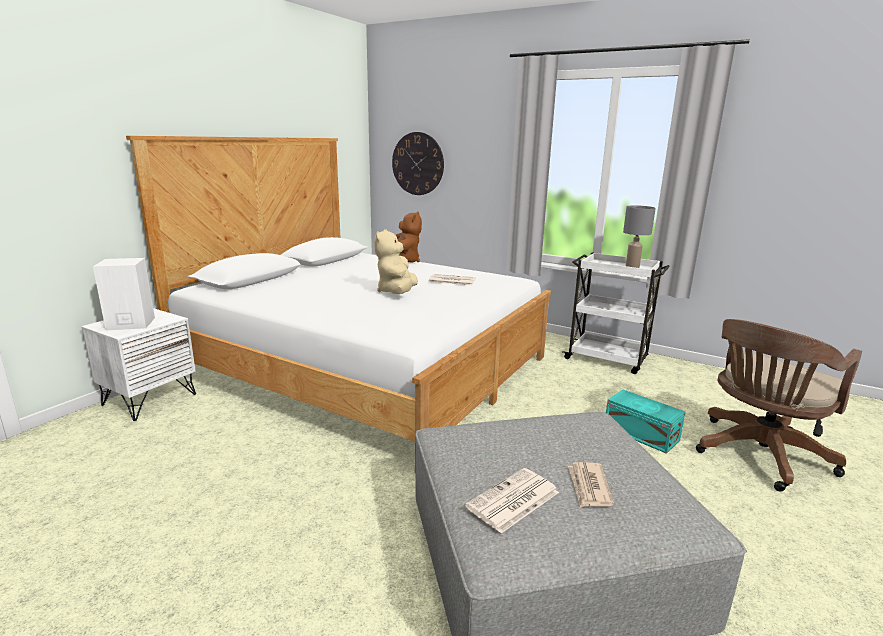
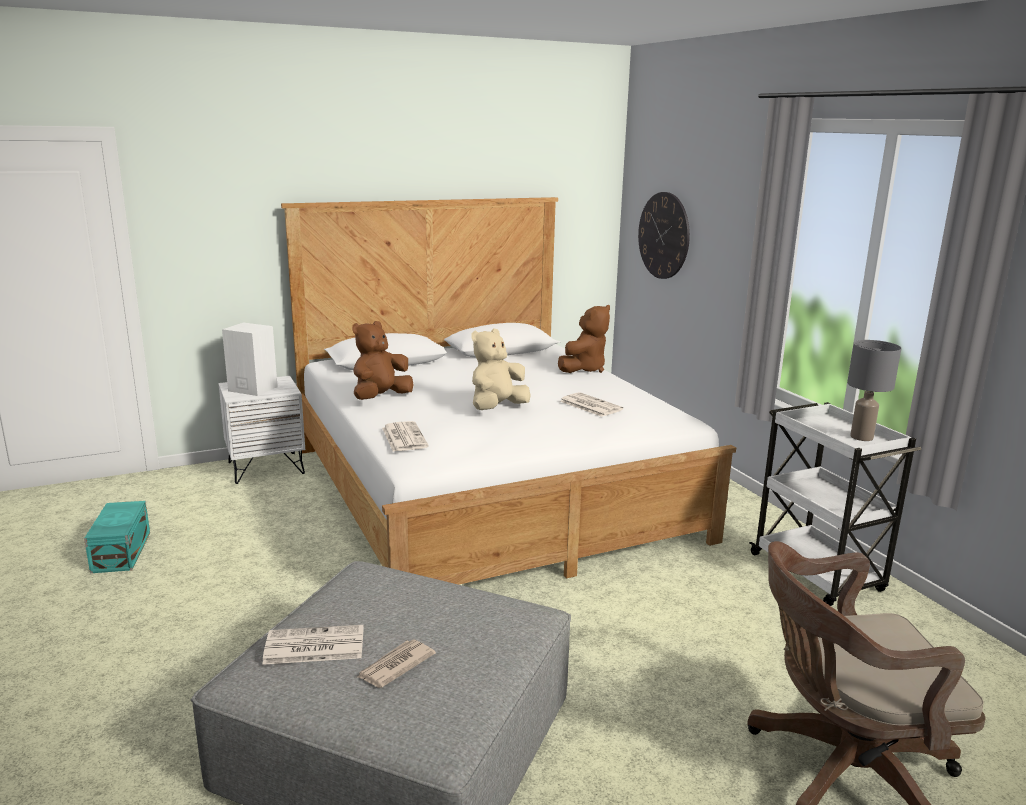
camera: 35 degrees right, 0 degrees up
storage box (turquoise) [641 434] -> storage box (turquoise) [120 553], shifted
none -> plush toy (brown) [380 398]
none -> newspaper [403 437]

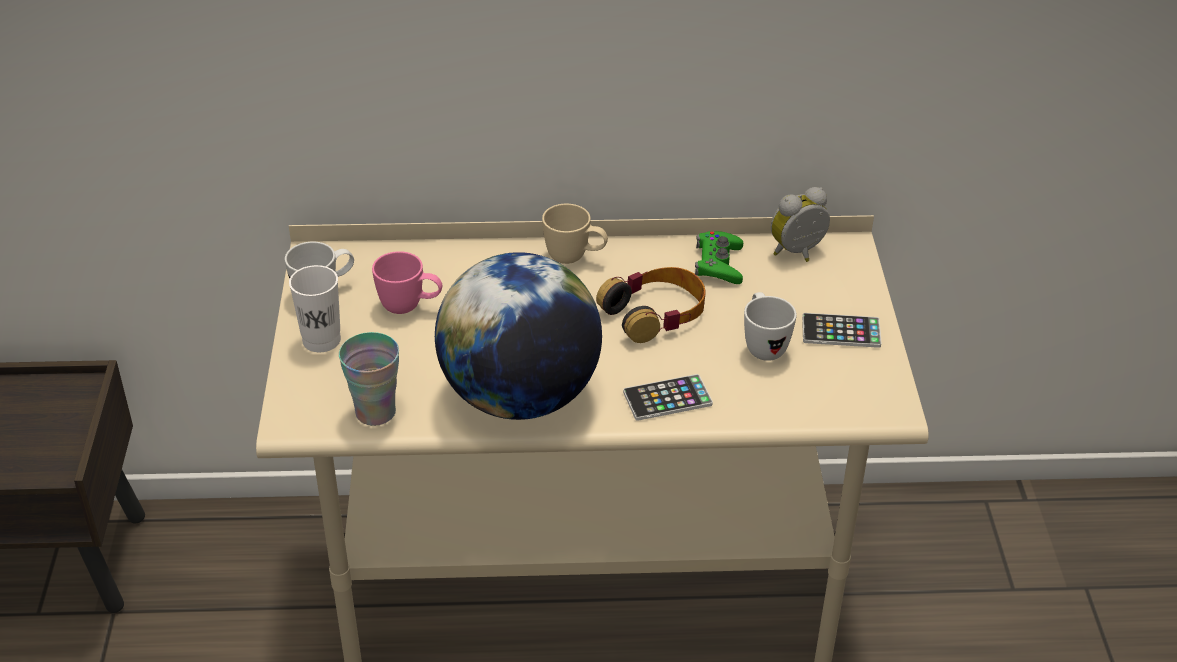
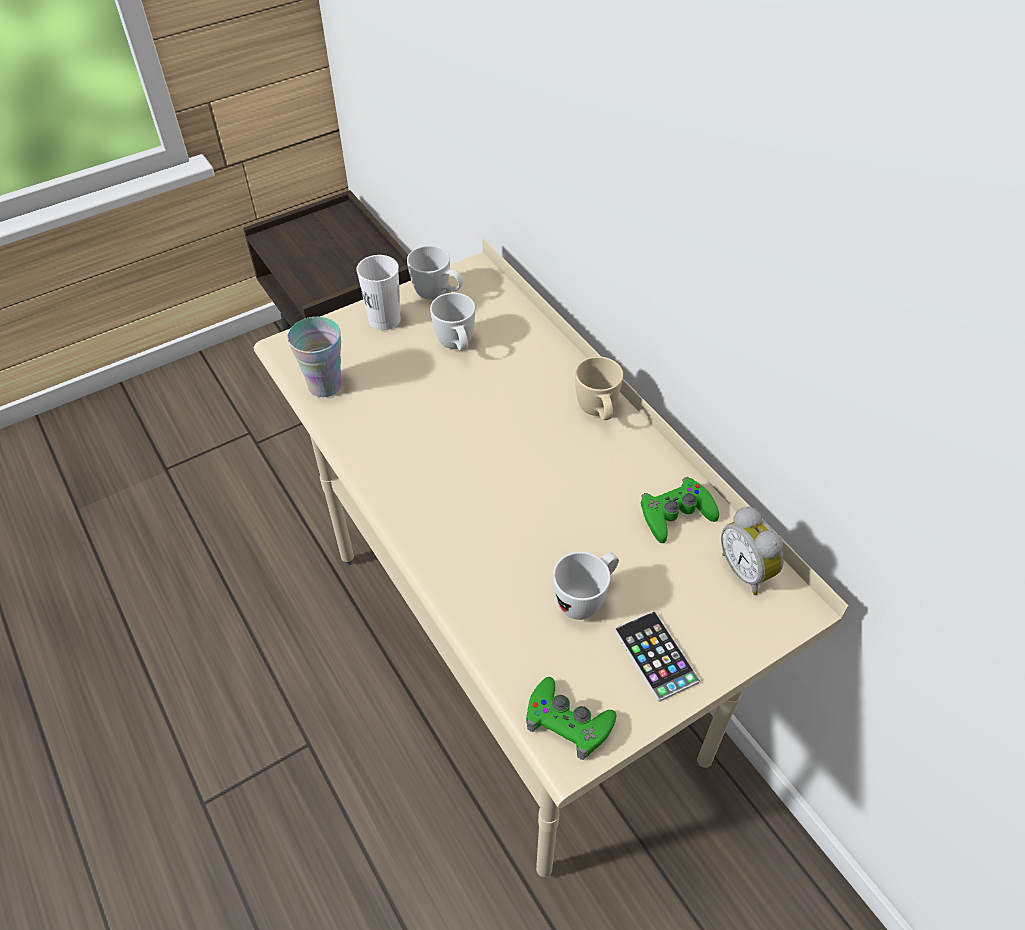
camera: 60 degrees right, 10 degrees up
mug (pink) [410 307] -> mug (white) [457 346]
none -> game controller (green) [568 721]
alarm clock [799 253] -> alarm clock [747 570], 150 degrees counterclockwise
globe [520 397] -> none
headphones [655 313] -> none
phone [667 398] -> none

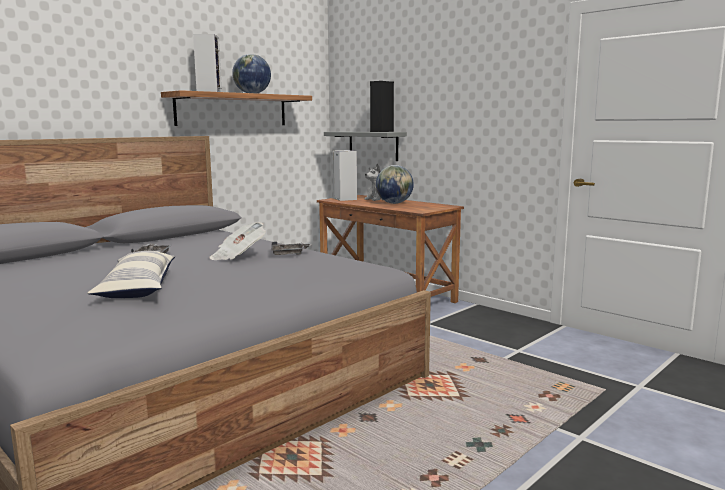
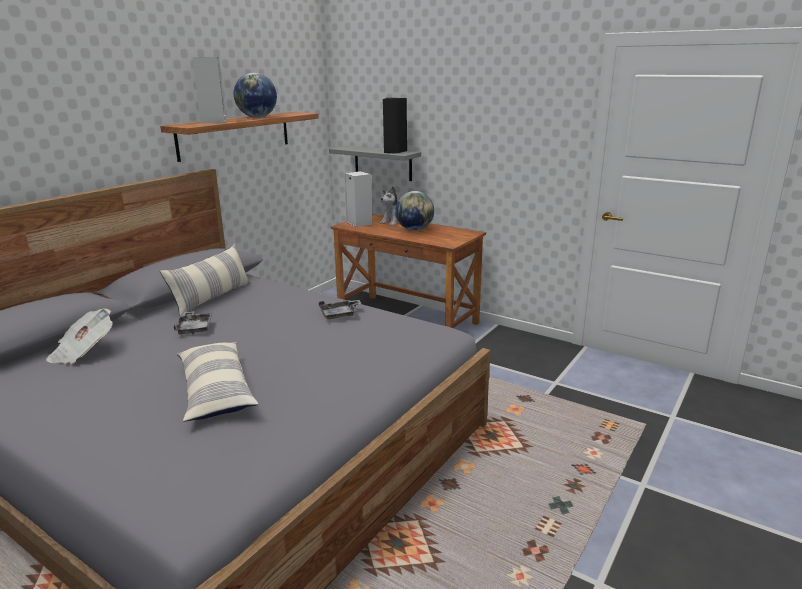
camera: 10 degrees left, 10 degrees up
newspaper [238 256] -> newspaper [83 352], shifted
none -> pillow [212 298]

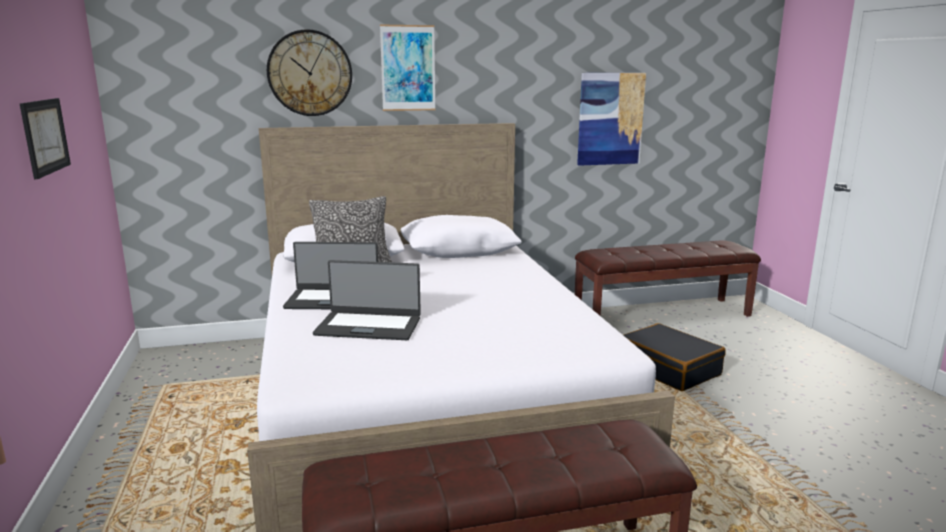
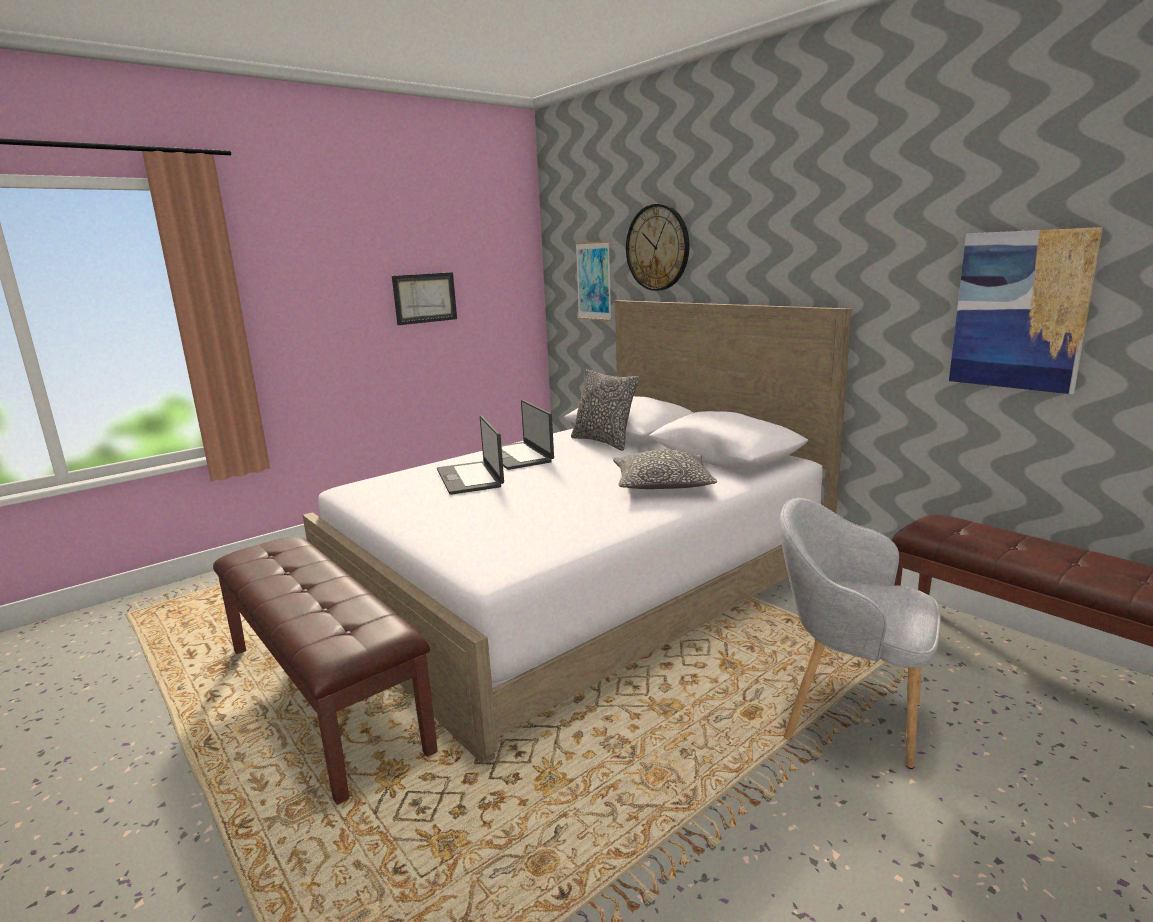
camera: 65 degrees right, 0 degrees up
picture [408 68] -> picture [594 281], shifted
none -> pillow [662 485]
suitcase (black) [668 369] -> armchair (grey) [846 716]

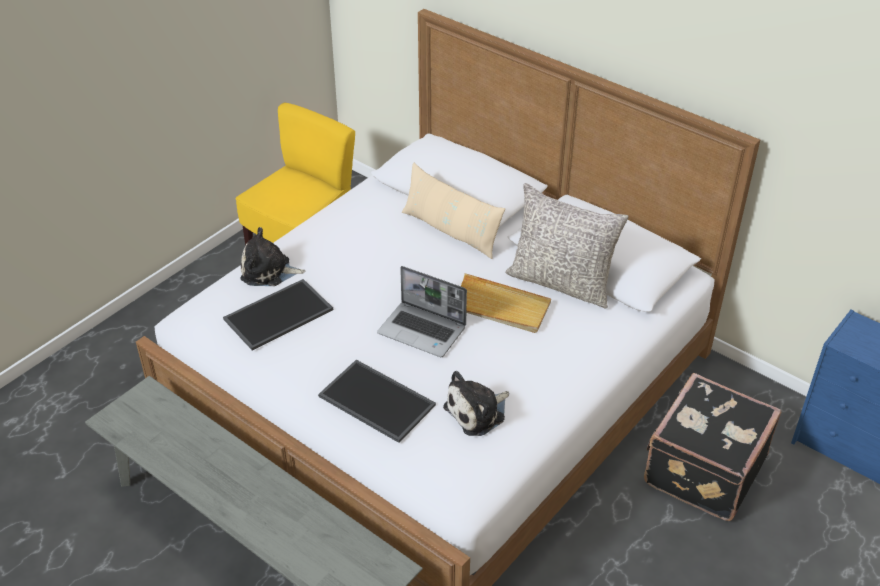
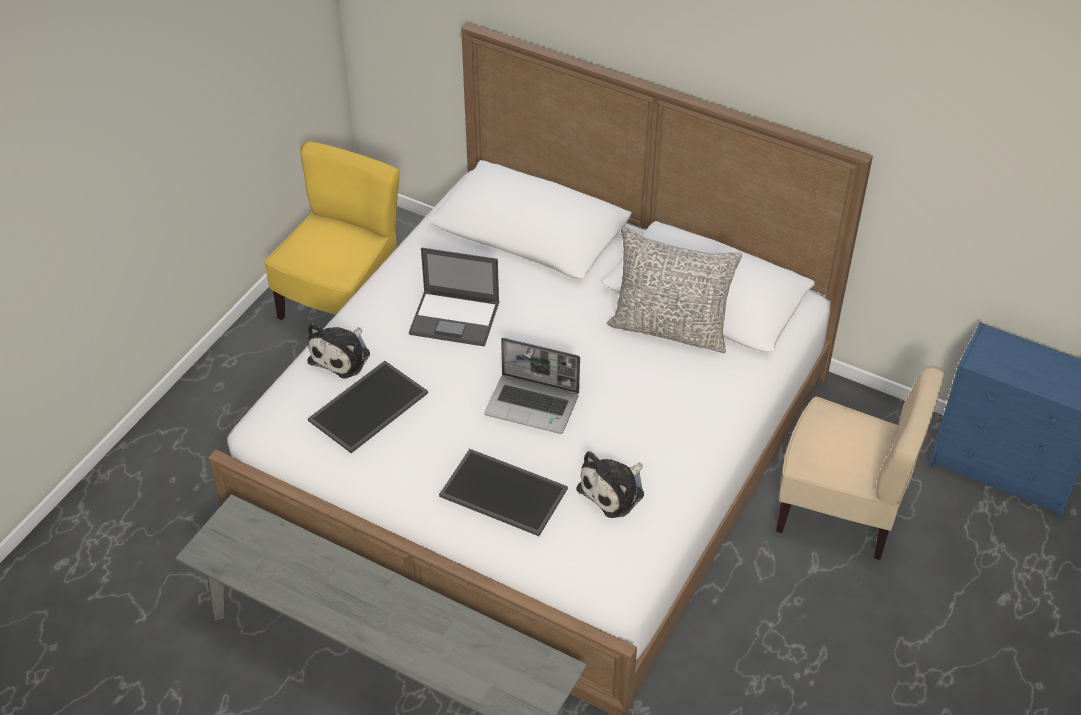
camera: 10 degrees left, 5 degrees up
plush toy [269 271] -> plush toy [342 356], 60 degrees counterclockwise
none -> laptop [455 318]
suitcase (black) [702 469] -> chair (beige) [841 510]
pillow (beige) [450 231] -> none
tray (beige) [499 307] -> none

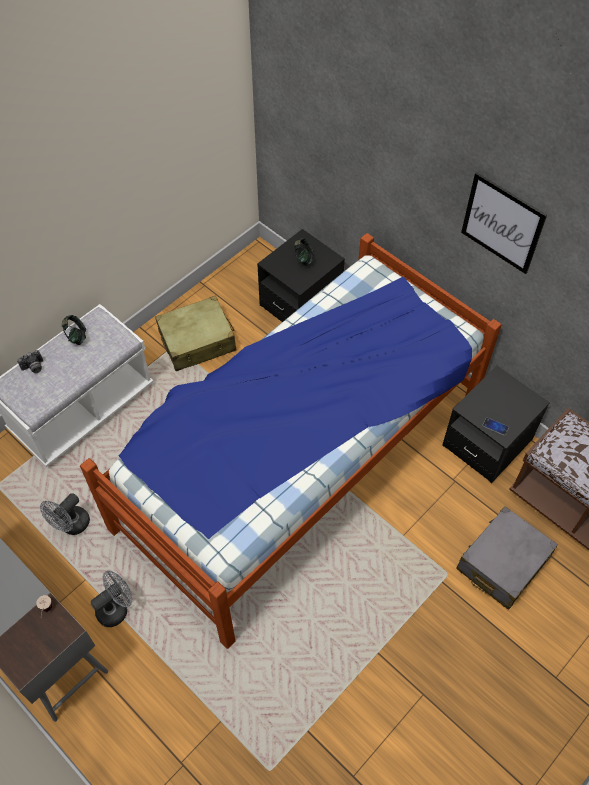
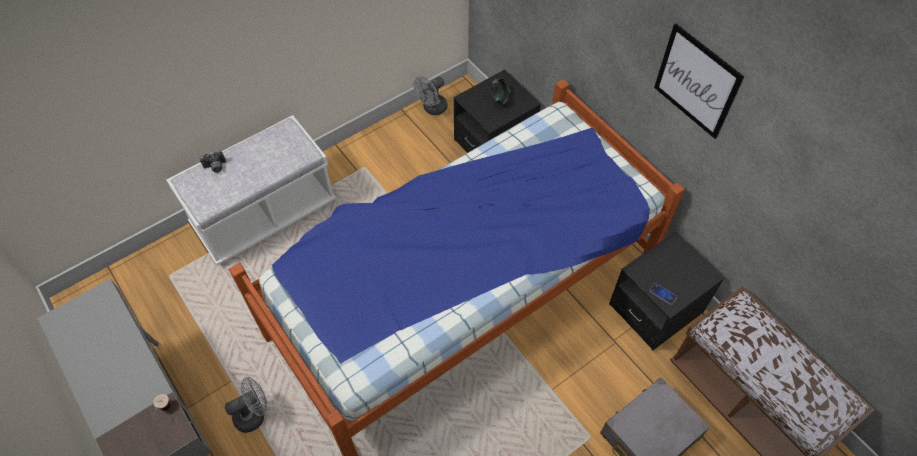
camera: 10 degrees right, 0 degrees up
fan (grey) [71 526] -> fan (grey) [432 109], shifted
headphones [76 336] -> none
suitcase (beige) [197 341] -> none

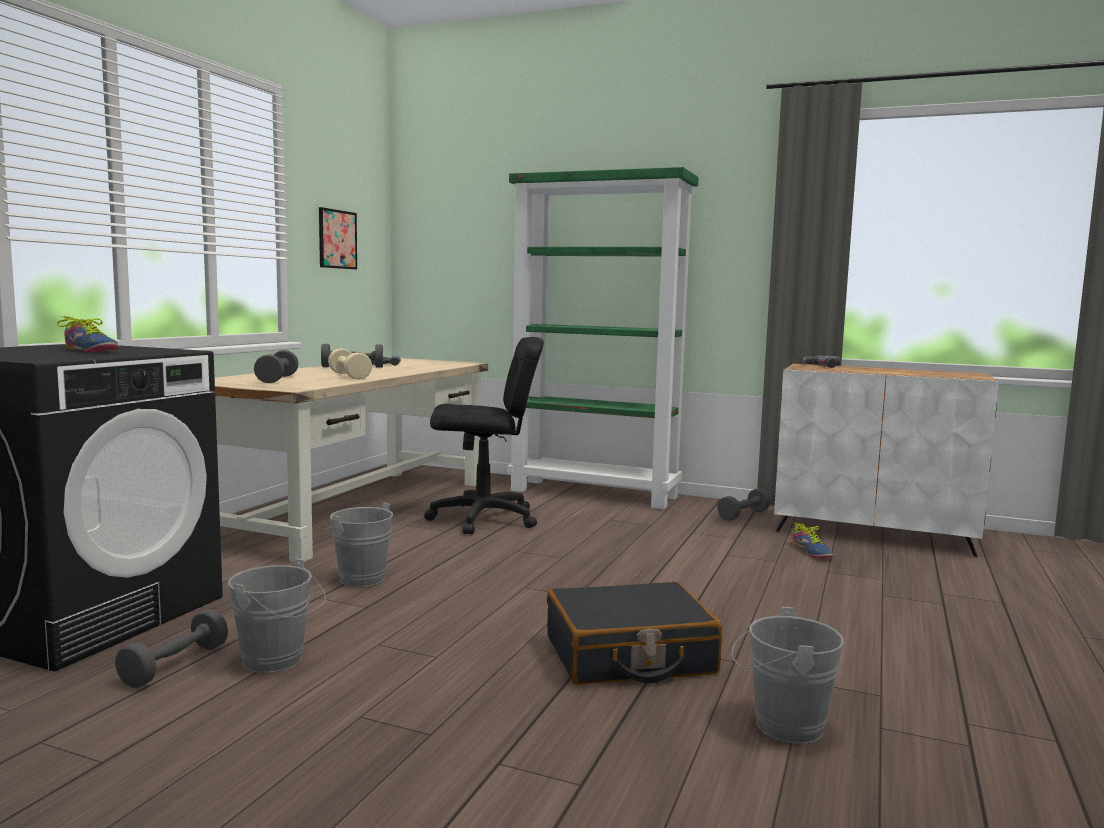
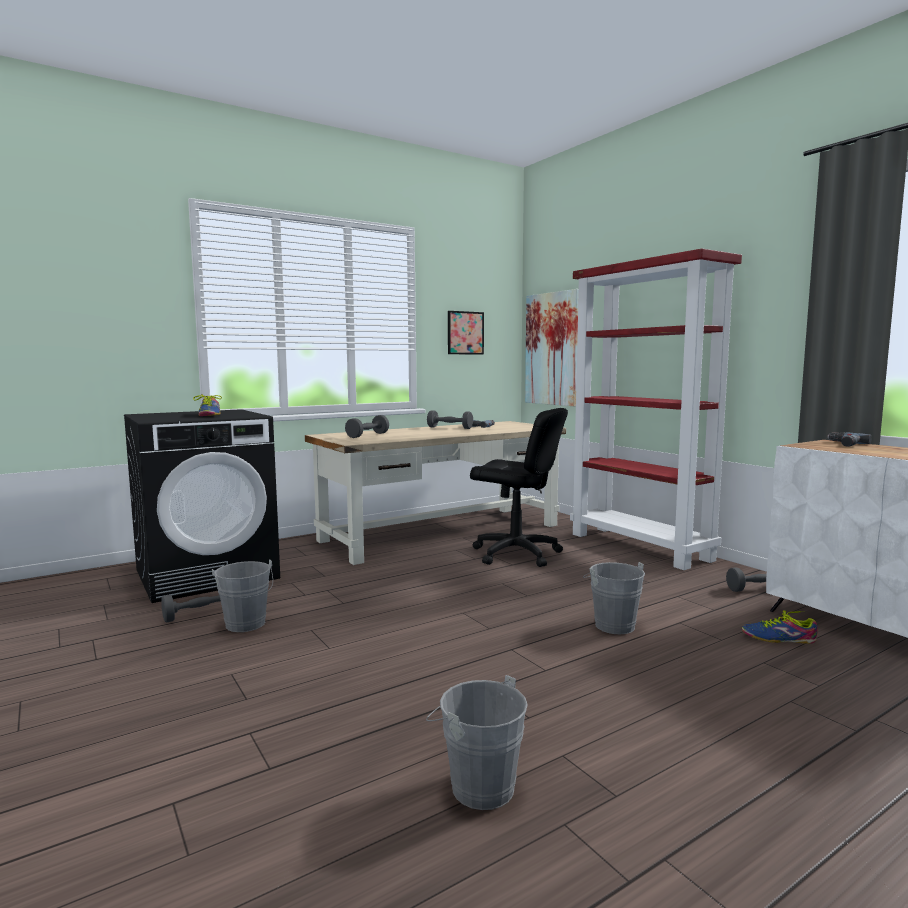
camera: 35 degrees right, 0 degrees up
none -> picture [552 349]
bookcase (green) [595 493] -> bookcase (red) [641 547]
bucket (grey) [358 577] -> bucket (grey) [612 624], shifted
shoe [812 551] -> shoe [779 638], 75 degrees clockwise
dumbbell (beige) [349 376] -> none
suitcase (black) [629 656] -> none

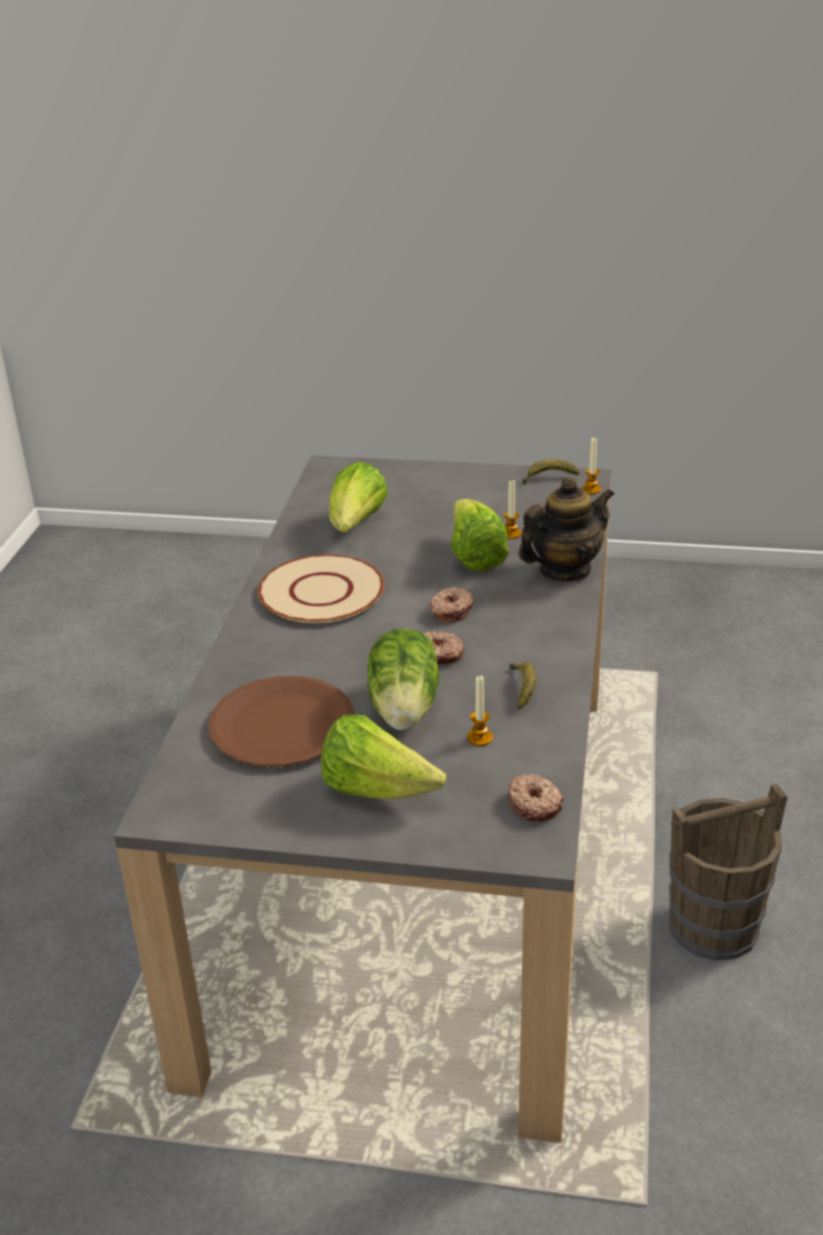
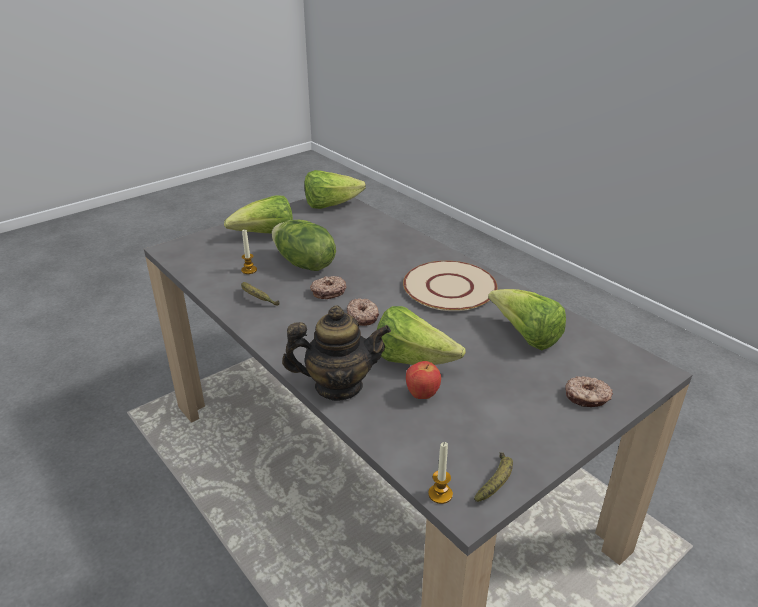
camera: 130 degrees right, 0 degrees up
teapot [564 570] -> teapot [338 386], 105 degrees counterclockwise
none -> lettuce [330 205]
candle [511 533] -> apple [422 395]
donut [535 804] -> donut [586 397], shifted
plate (brown) [282 725] -> none
bucket (brown) [714 926] -> none

